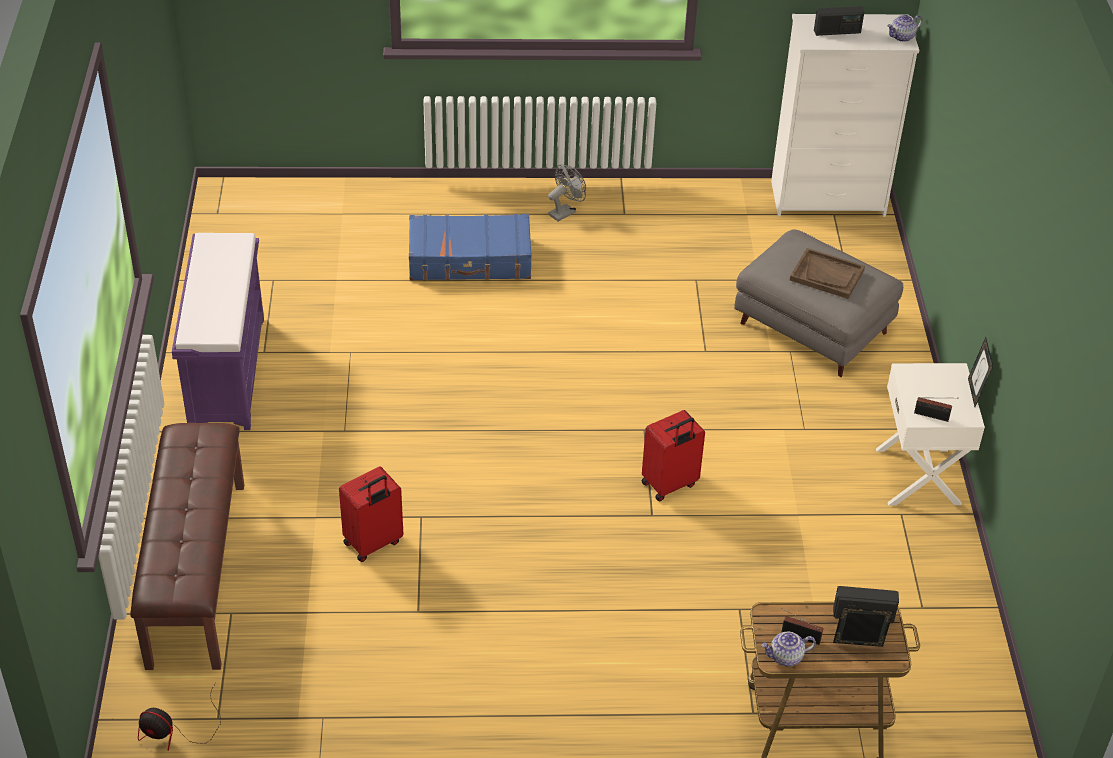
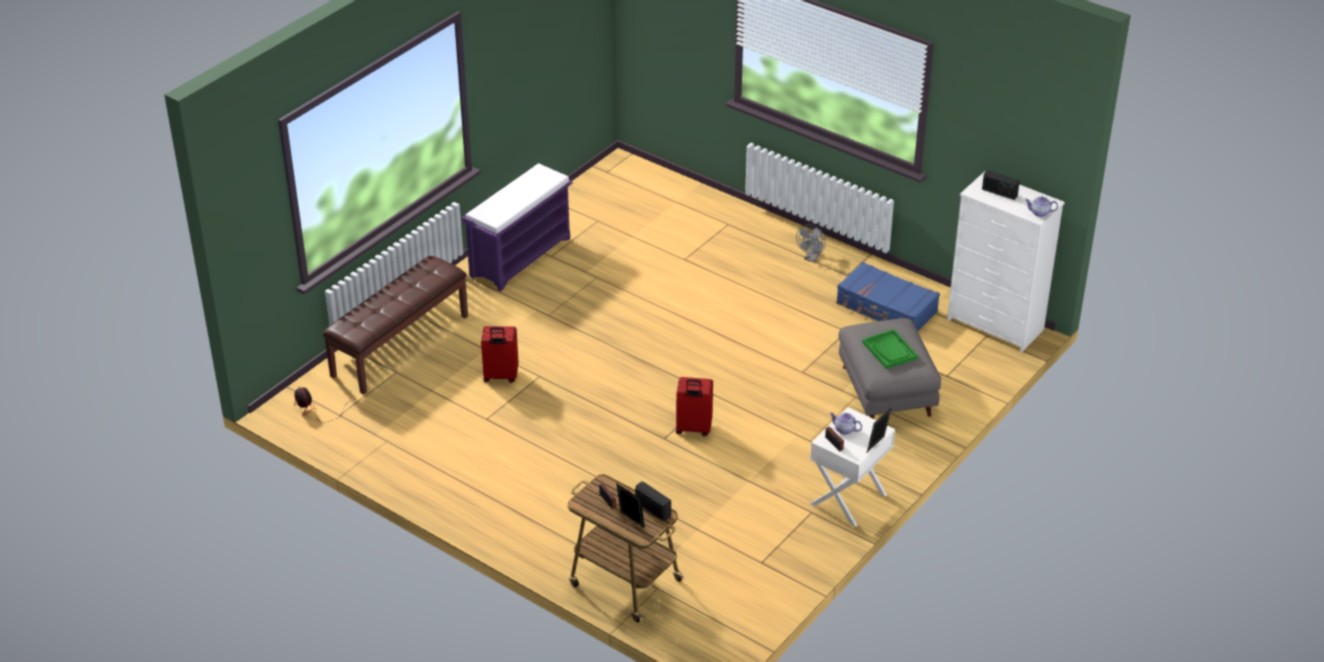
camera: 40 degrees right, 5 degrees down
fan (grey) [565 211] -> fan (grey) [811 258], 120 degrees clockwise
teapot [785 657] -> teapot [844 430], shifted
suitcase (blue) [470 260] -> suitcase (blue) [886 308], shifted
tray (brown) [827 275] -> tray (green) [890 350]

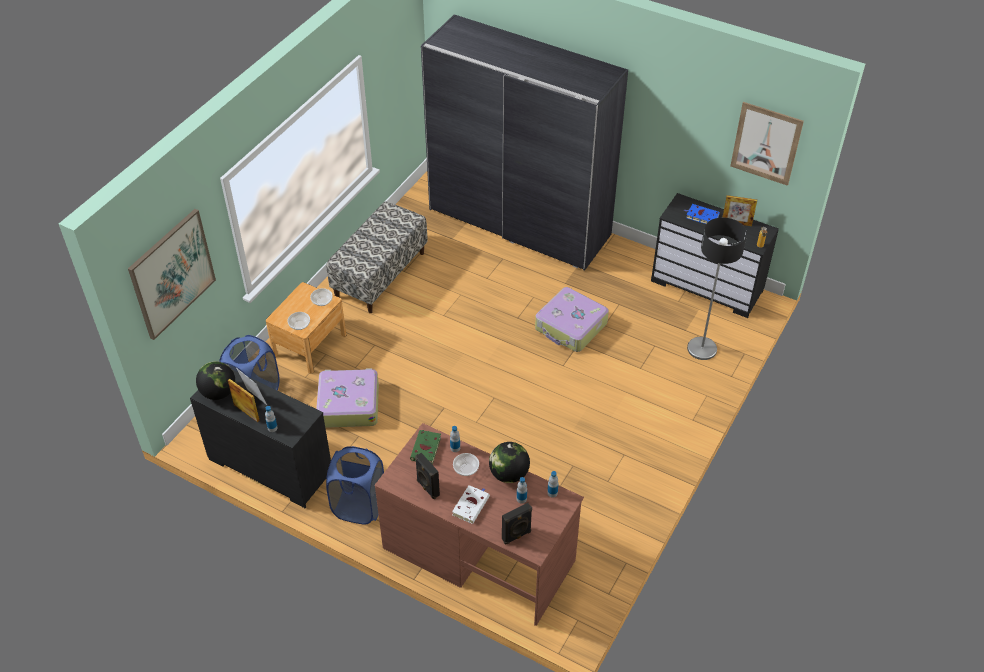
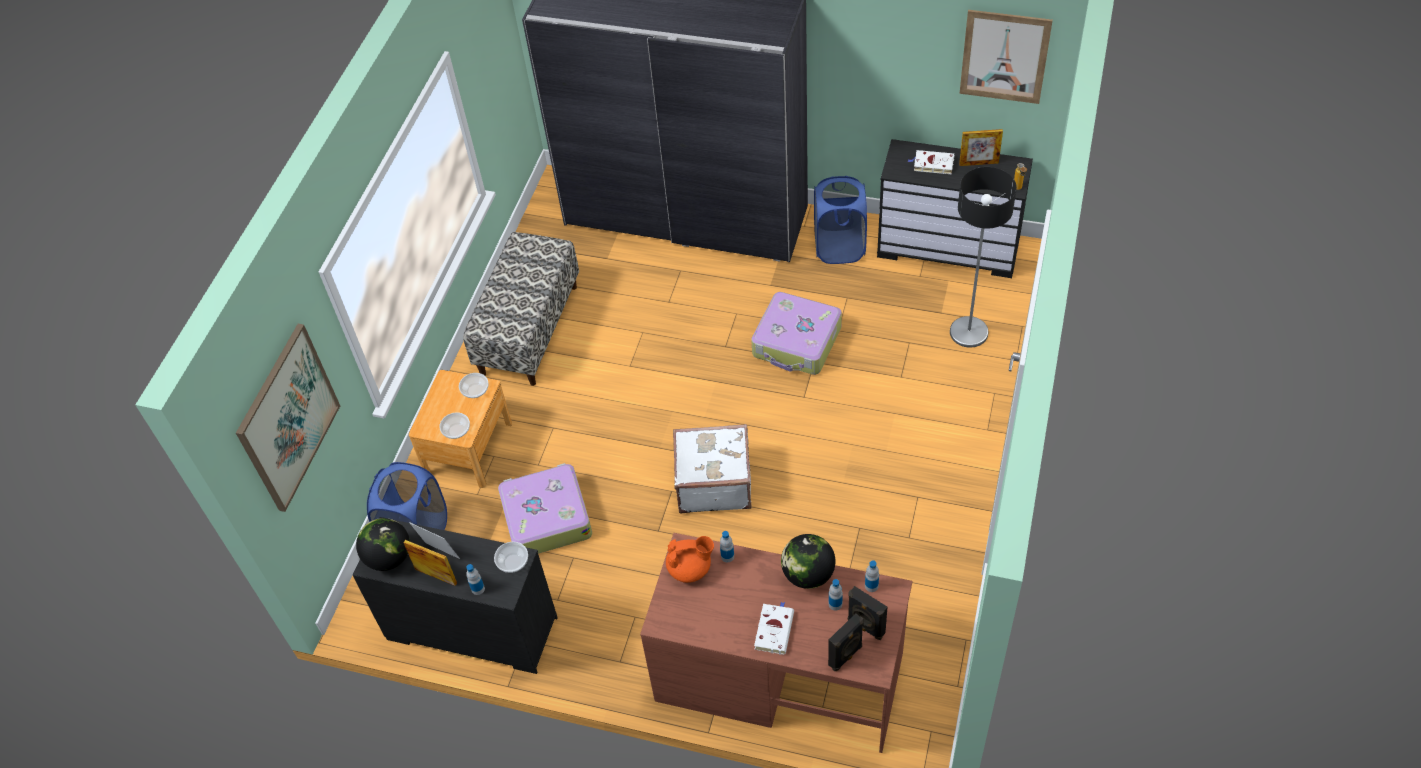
camera: 10 degrees left, 5 degrees up
bowl [465 469] -> bowl [512 562], shifted
book (green) [425 449] -> teapot (orange) [690 568]
none -> suitcase (white) [713 483]
laundry basket (blue) [359 506] -> laundry basket (blue) [839 247], shifted
speaker (black) [427 488] -> speaker (black) [865 627], shifted
book (blue) [701 216] -> book (white) [932 164]

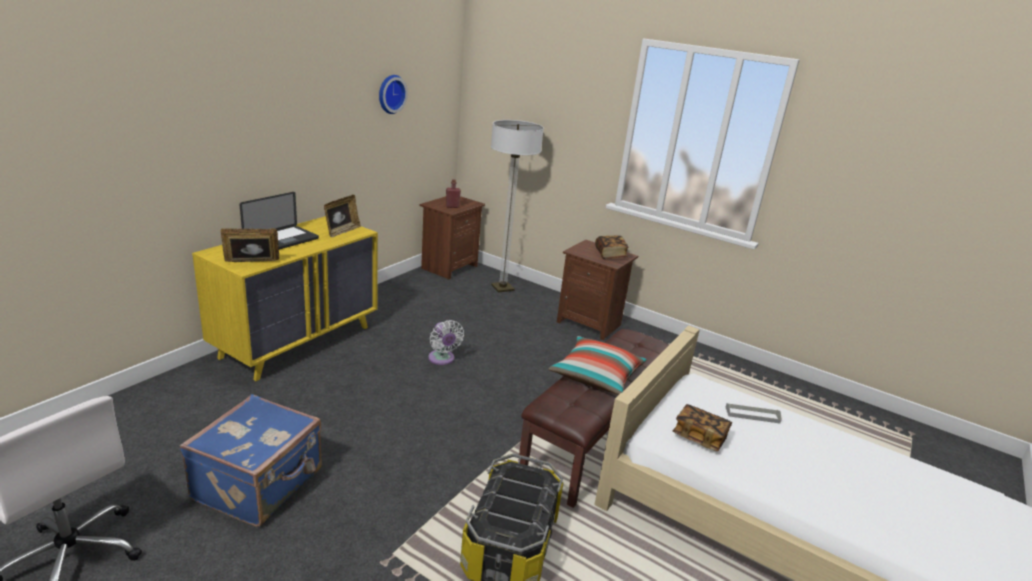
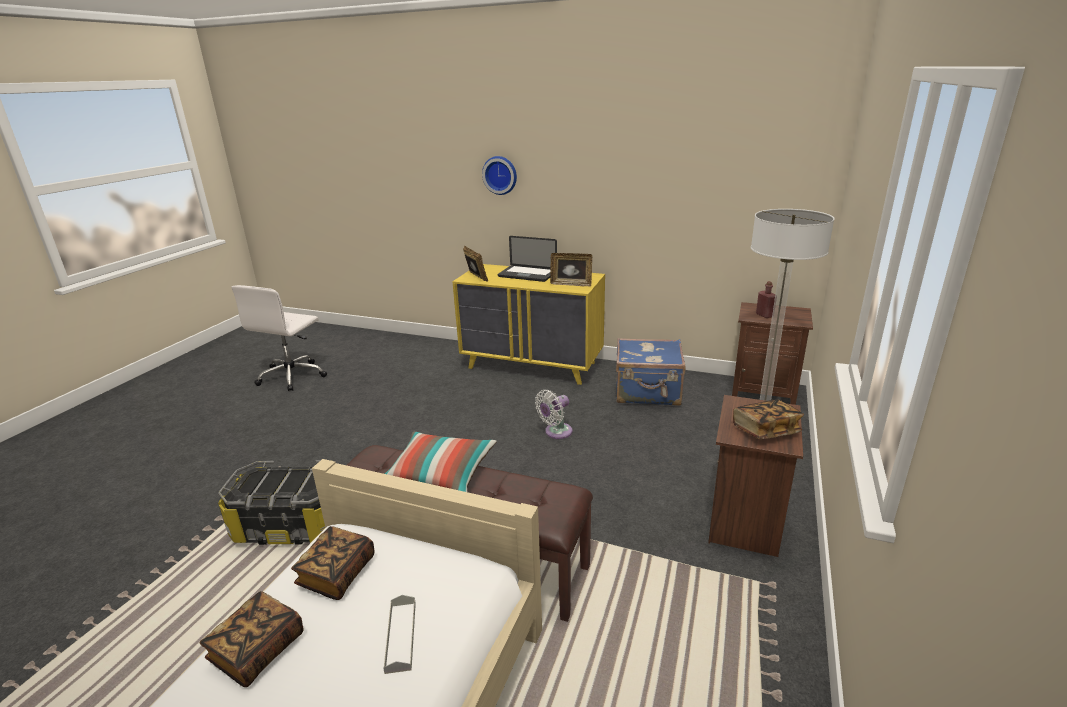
camera: 80 degrees right, 0 degrees up
none -> book [258 650]
wall clock [390 94] -> wall clock [500 175], shifted
suitcase (blue) [260 485] -> suitcase (blue) [648 392], shifted

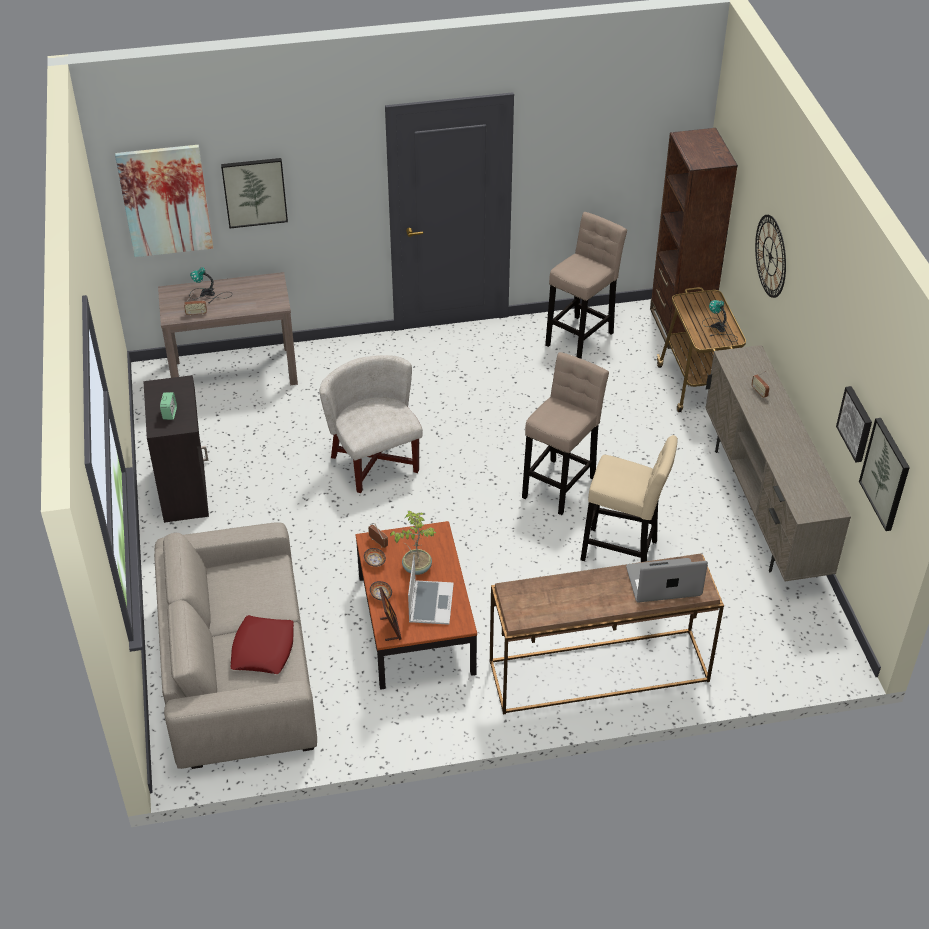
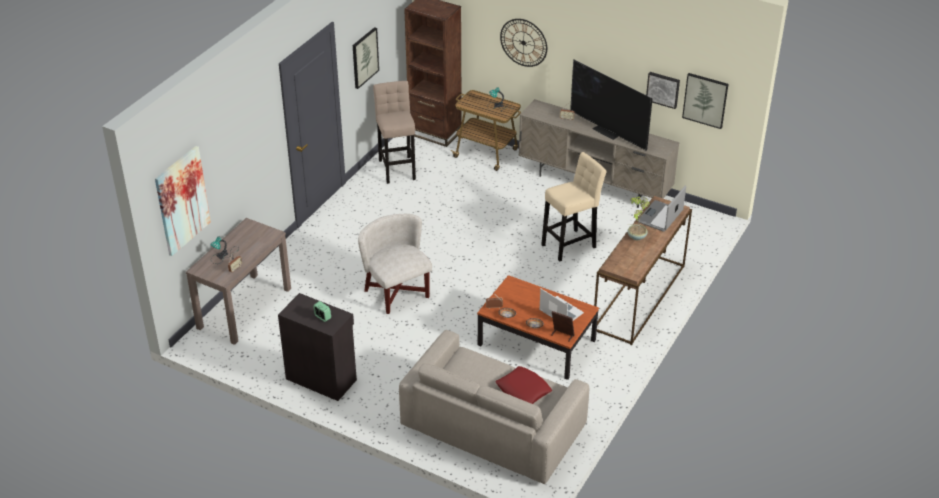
camera: 50 degrees left, 5 degrees down
picture [254 192] -> picture [364 57], shifted
armchair (white) [375 463] -> armchair (white) [397 293], 45 degrees clockwise
none -> television [608 131]
potted plant [416 567] -> potted plant [636 236], shifted
stool (beige) [560 484] -> none

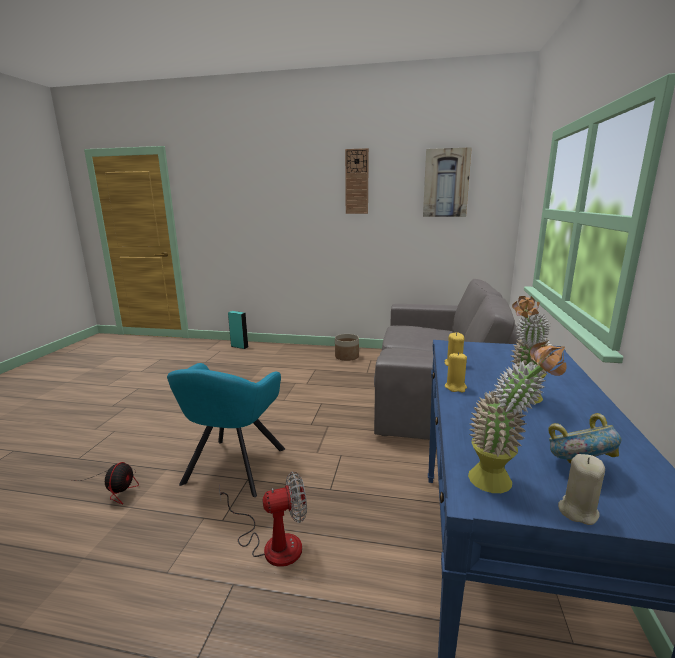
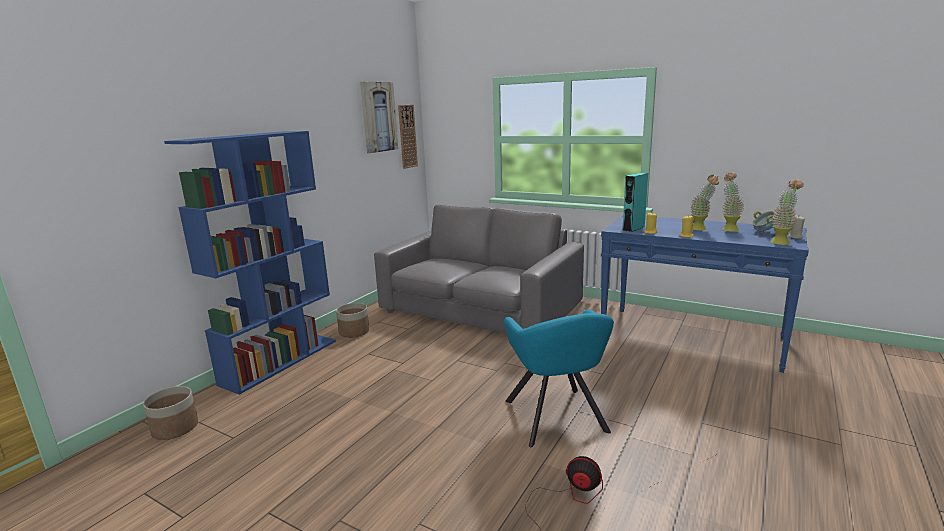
camera: 70 degrees left, 0 degrees up
none -> planter [175 428]
none -> bookcase (blue) [280 361]
wall clock [357 181] -> wall clock [407 136], shifted
armchair (turquoise) [233 468] -> armchair (turquoise) [557 418], 45 degrees clockwise
speaker (turquoise) [239 346] -> speaker (turquoise) [633 228], shifted
none -> potted plant [728 229]
fan [272 543] -> none

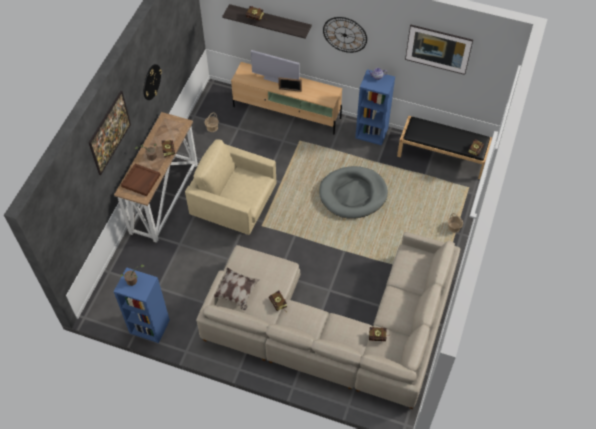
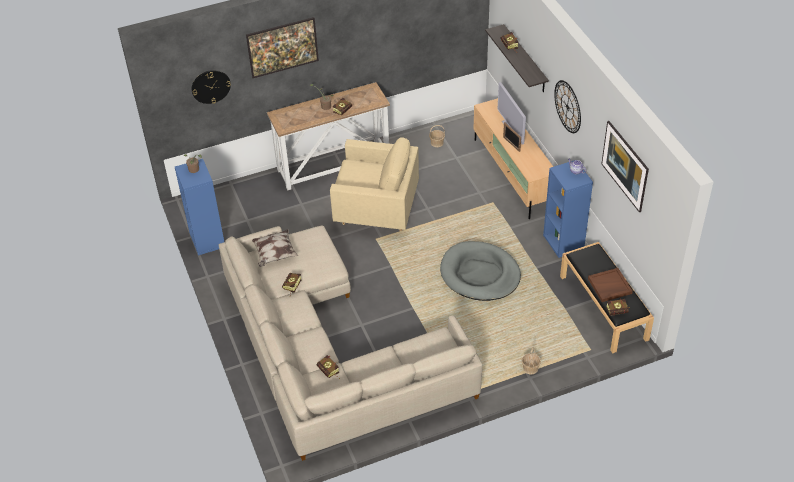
camera: 50 degrees right, 10 degrees down
wall clock [151 82] -> wall clock [210 86], shifted
armchair (beige) [235 206] -> armchair (beige) [376 209], 120 degrees clockwise
tray (brown) [141 181] -> tray (brown) [609 286], shifted

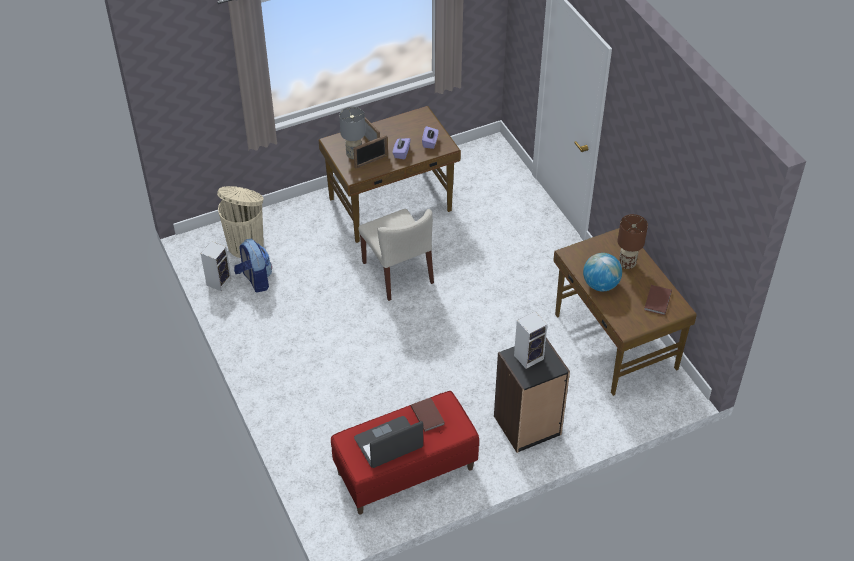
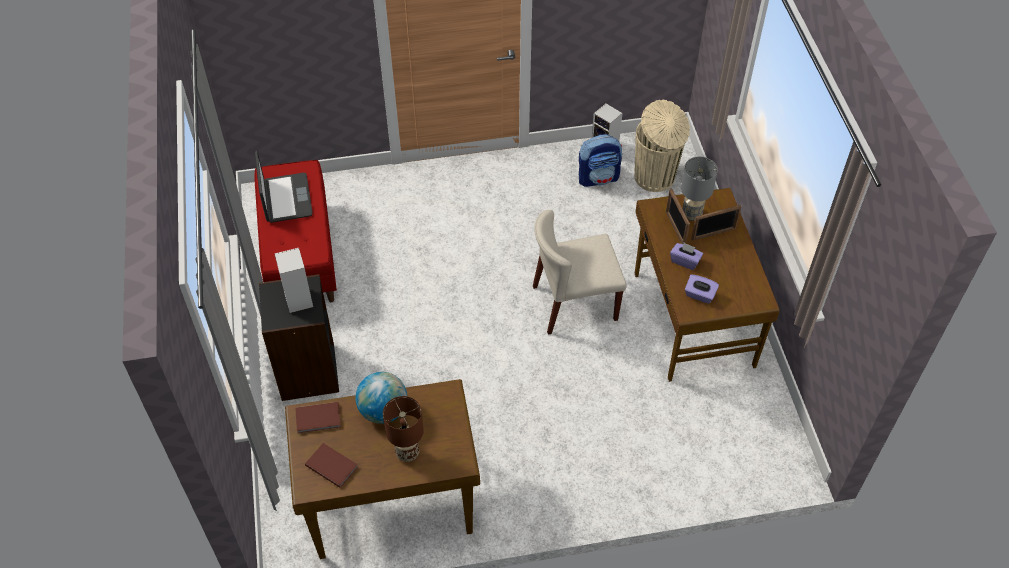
camera: 105 degrees right, 5 degrees up
book (brown) [428 415] -> book (brown) [319 419], shifted

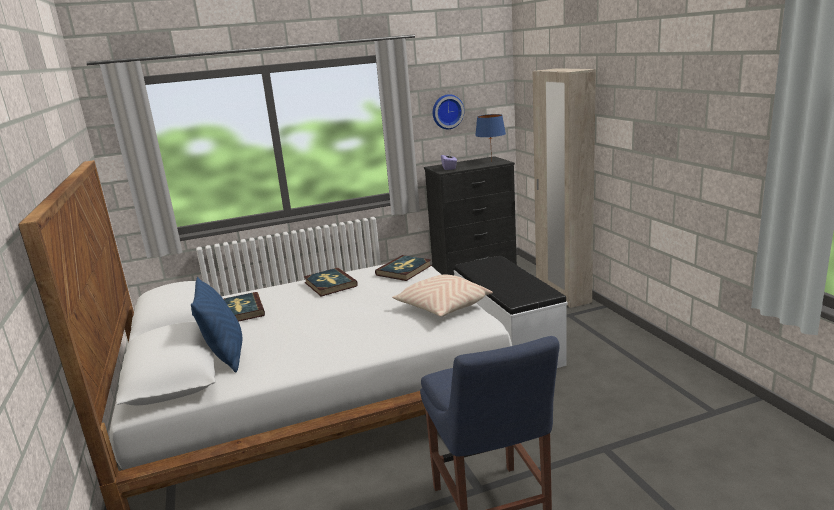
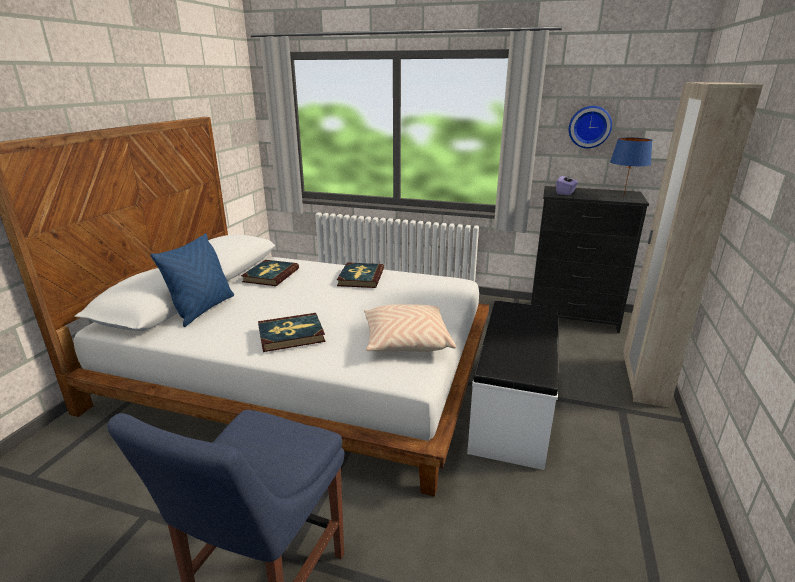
camera: 35 degrees right, 5 degrees up
book [404 270] -> book [291 335], shifted

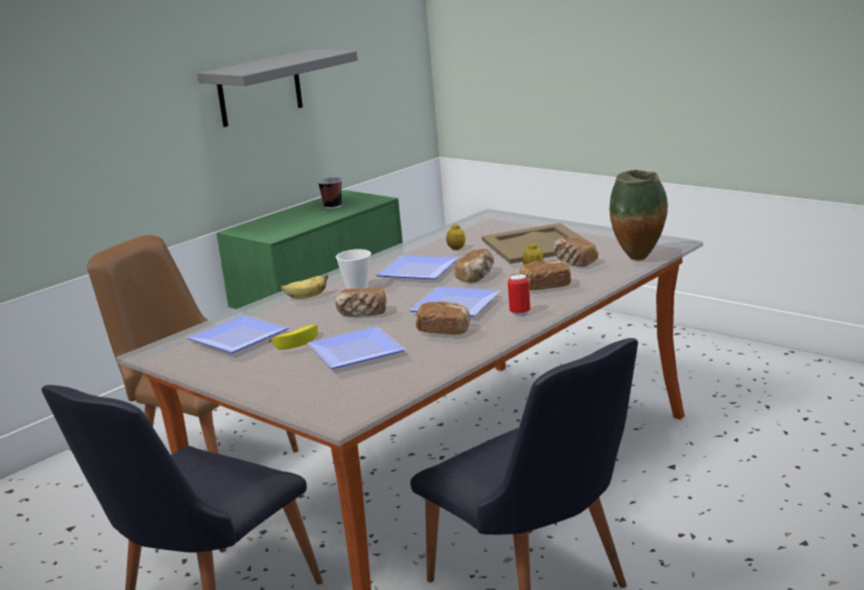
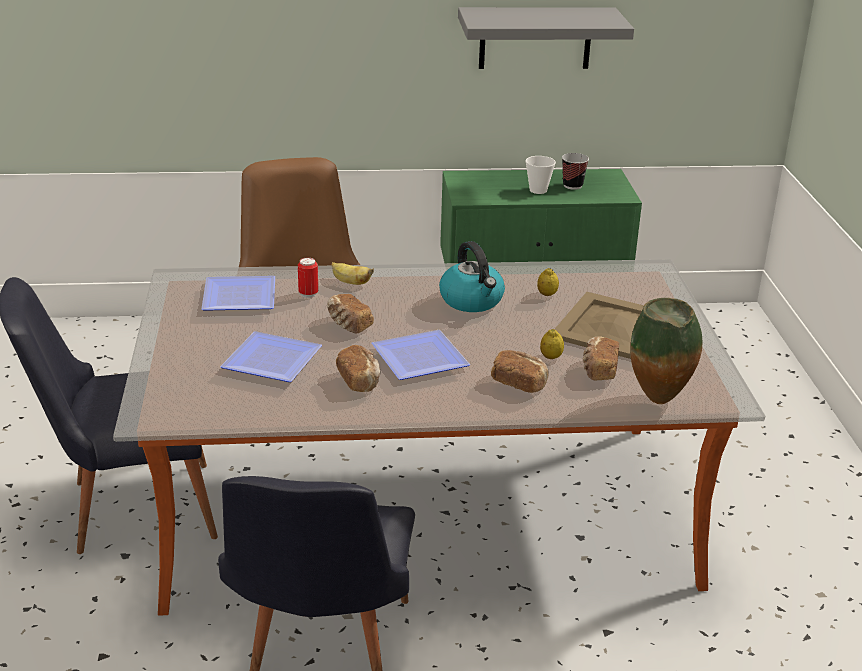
camera: 40 degrees right, 10 degrees up
can [520 313] -> can [308 294], shifted
plate [417 270] -> kettle [472 301]
cup [357 289] -> cup [538 190], shifted
banana [298 341] -> none
bread [476 277] -> none

